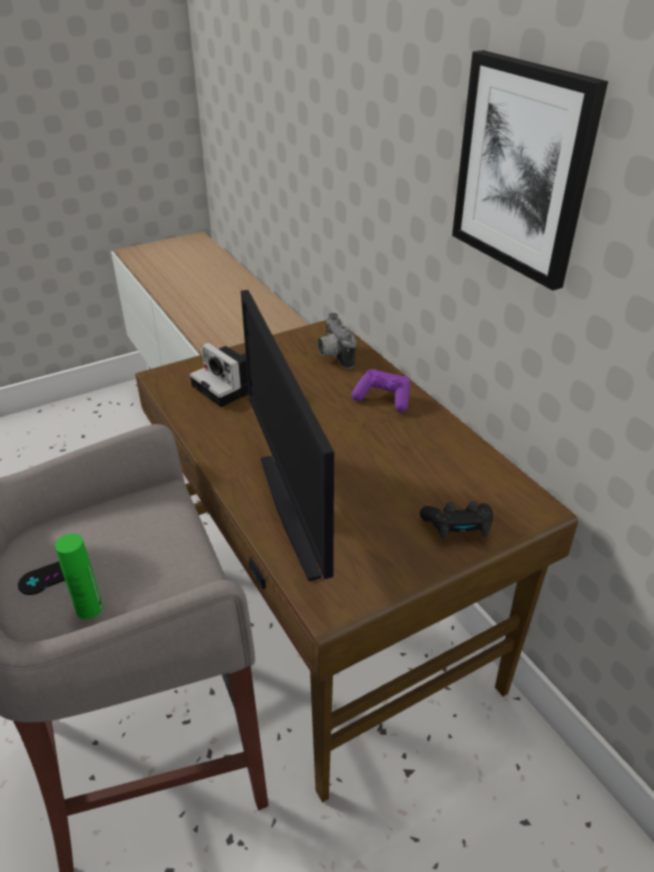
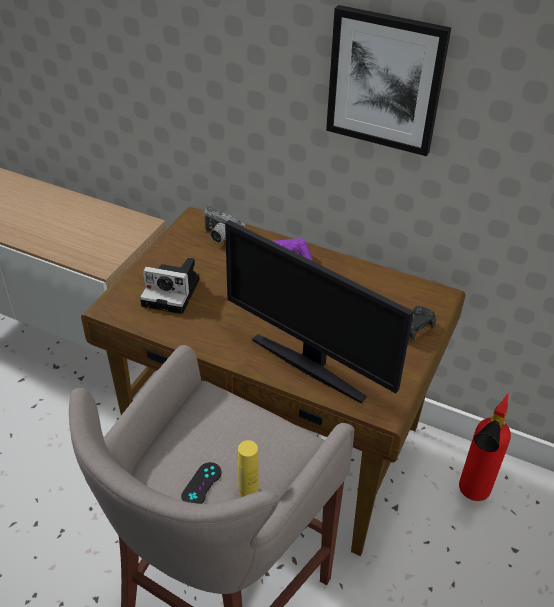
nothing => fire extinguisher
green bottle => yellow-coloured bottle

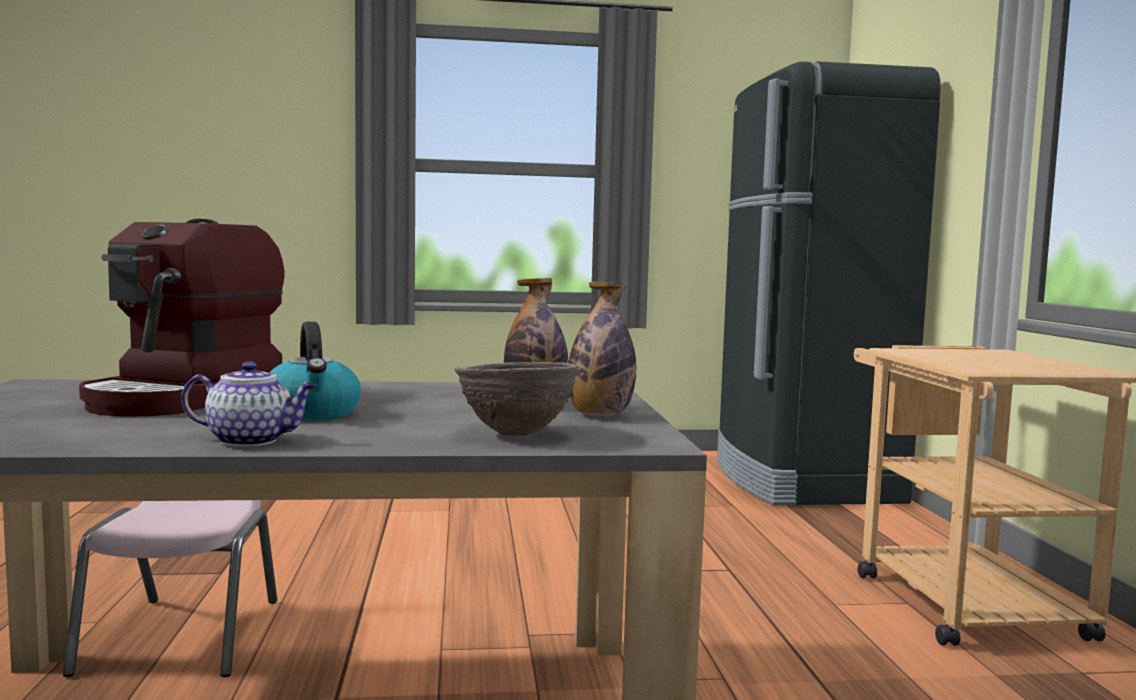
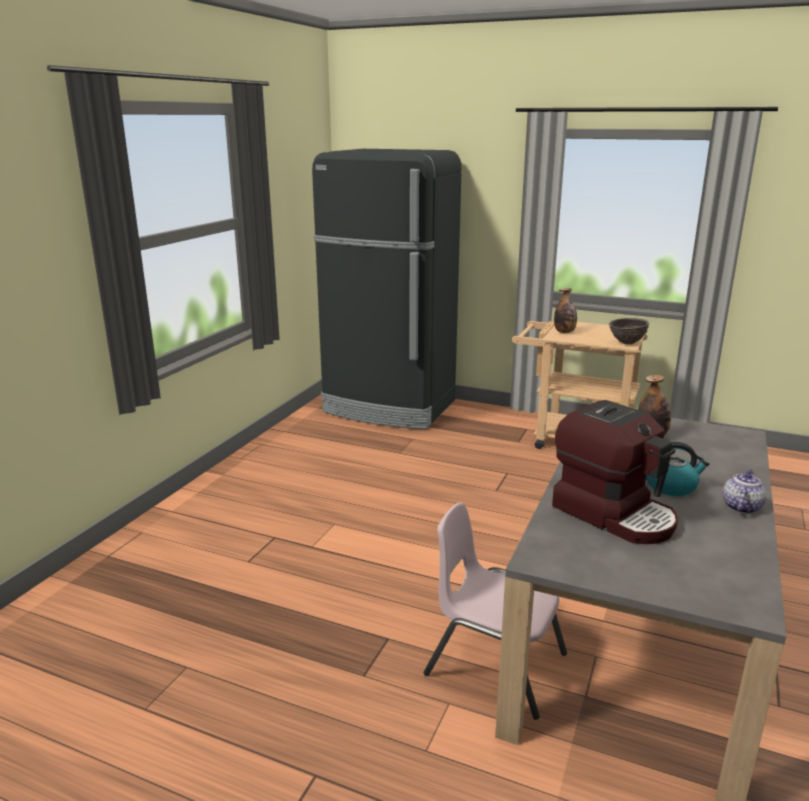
brown serving bowl, relocated
bottle (no. 2 from left in the first image) => bottle (no. 1 from left), relocated

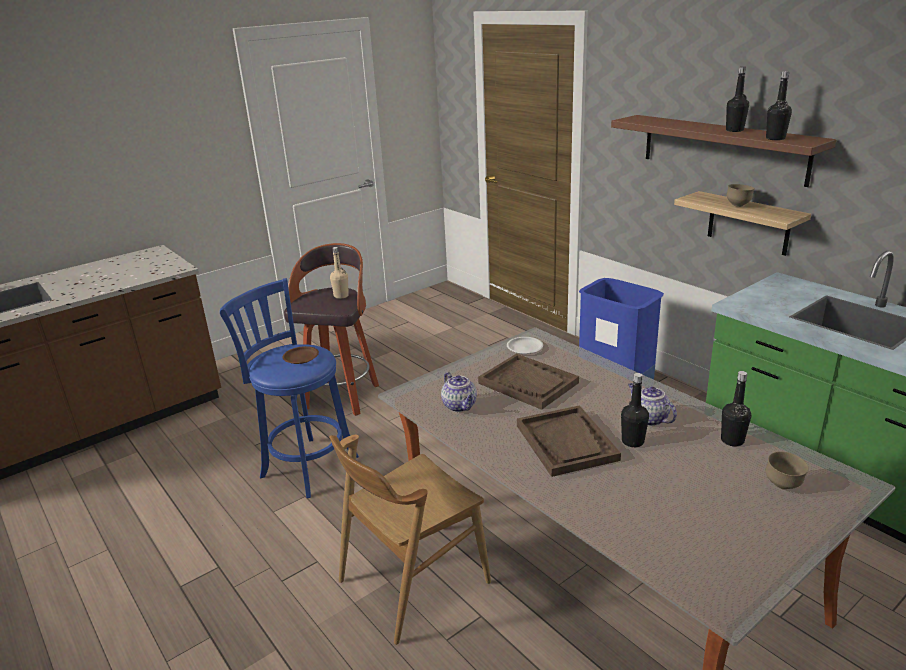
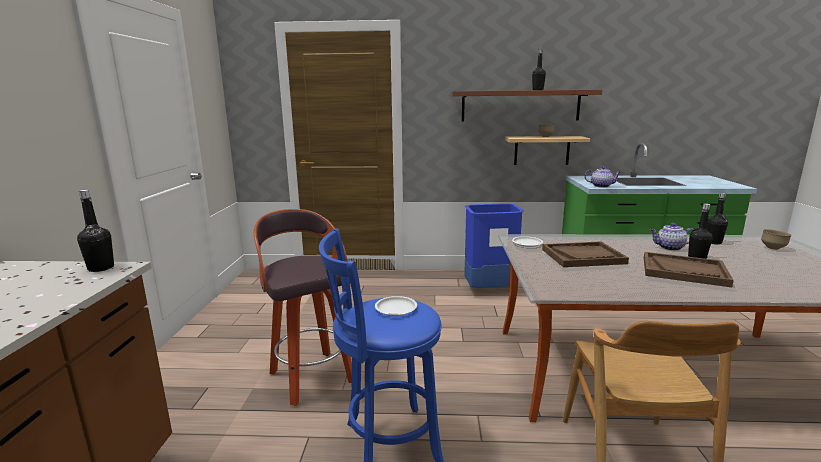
sand-coloured bottle => nothing
pot for tea (no. 1 from left), relocated
black bottle (no. 4 from left in the first image) => black bottle (no. 1 from left), relocated
brown dinner plate => white-coloured dinner plate (no. 1 from left)

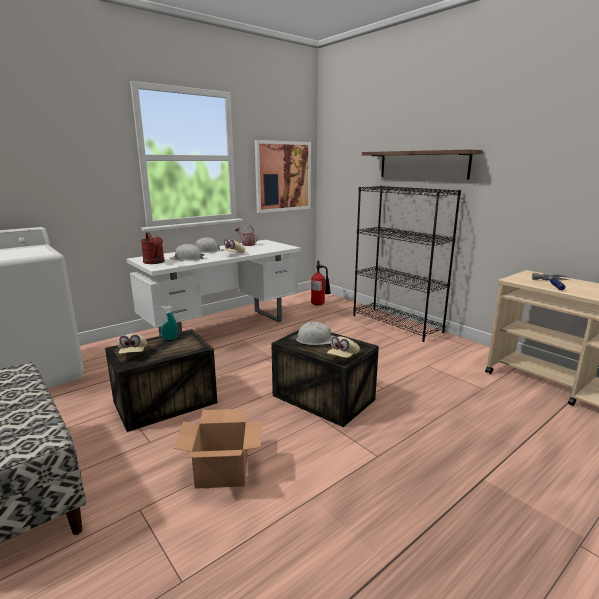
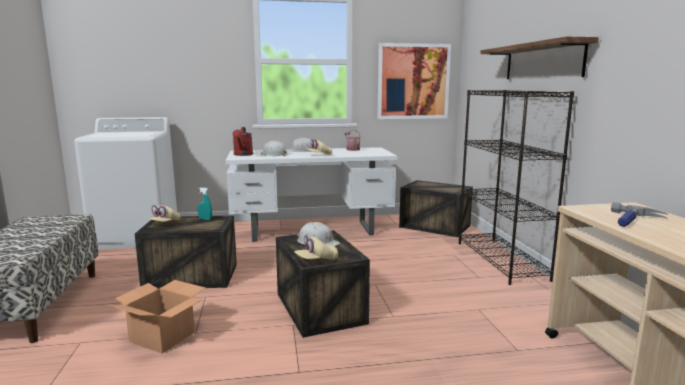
fire extinguisher => packing crate (no. 3 from left)

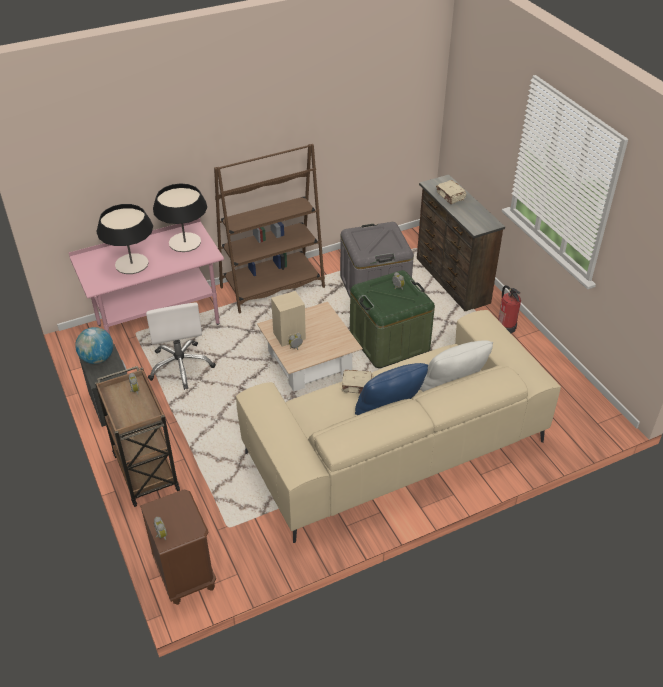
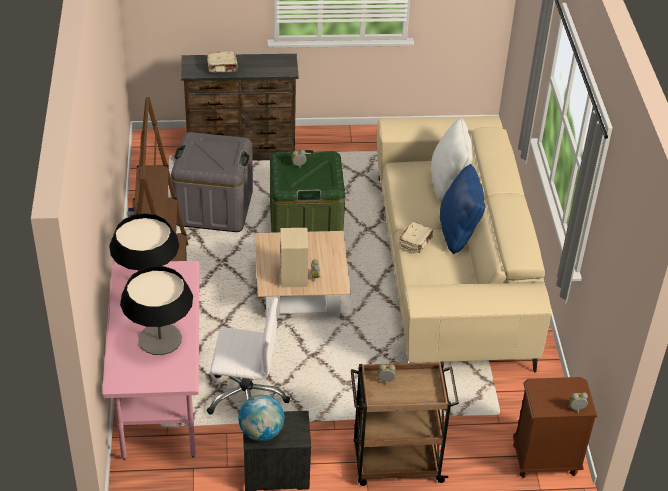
fire extinguisher => nothing

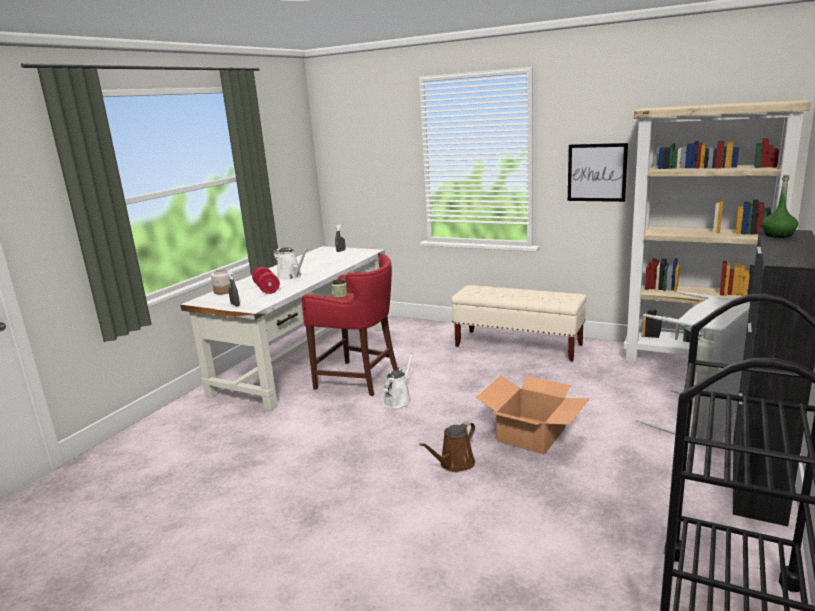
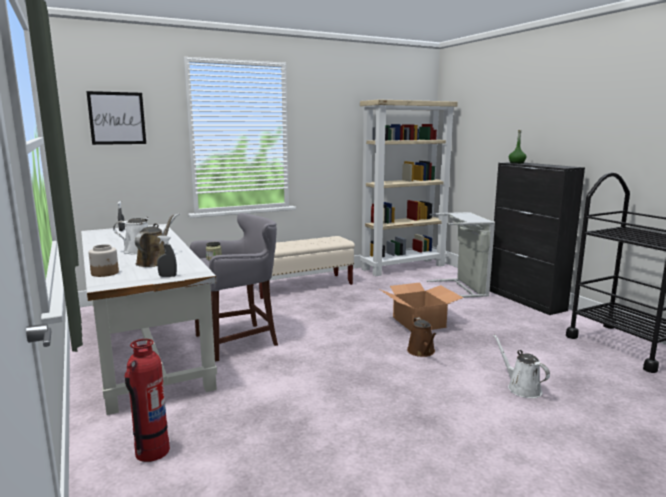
nothing => fire extinguisher
white-coloured watering pot (no. 2 from left), relocated
wall picture, relocated
red hand weight => brown watering pot (no. 1 from left)
red stool seat => gray stool seat

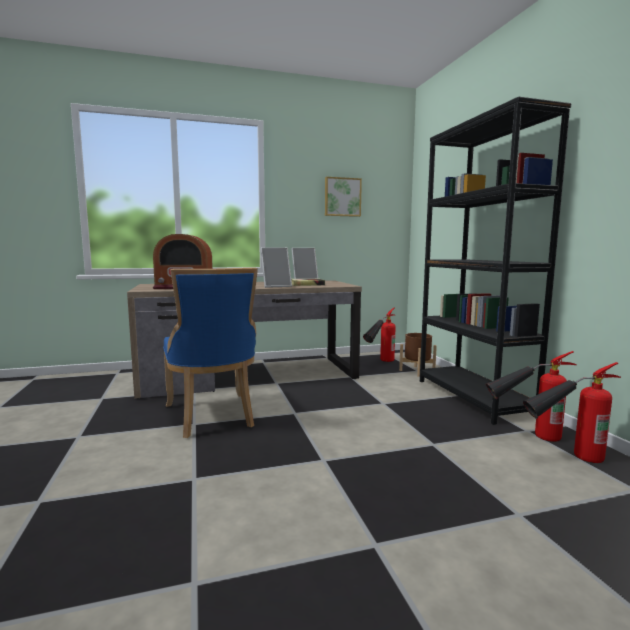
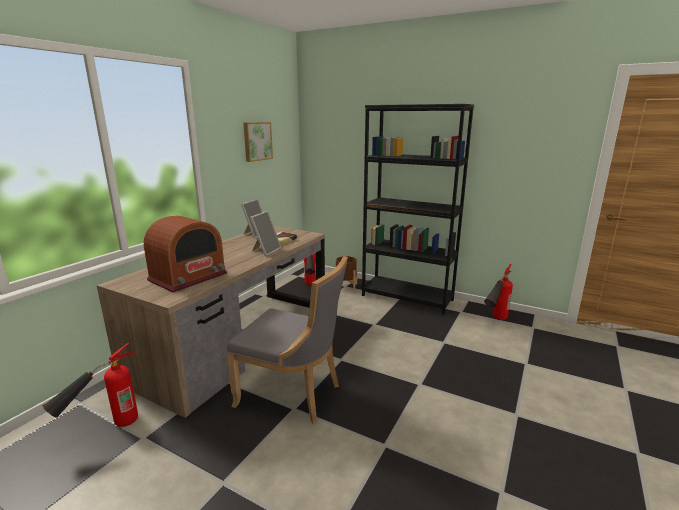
fire extinguisher (no. 2 from left in the first image) => fire extinguisher (no. 1 from left), relocated
blue chair => gray chair

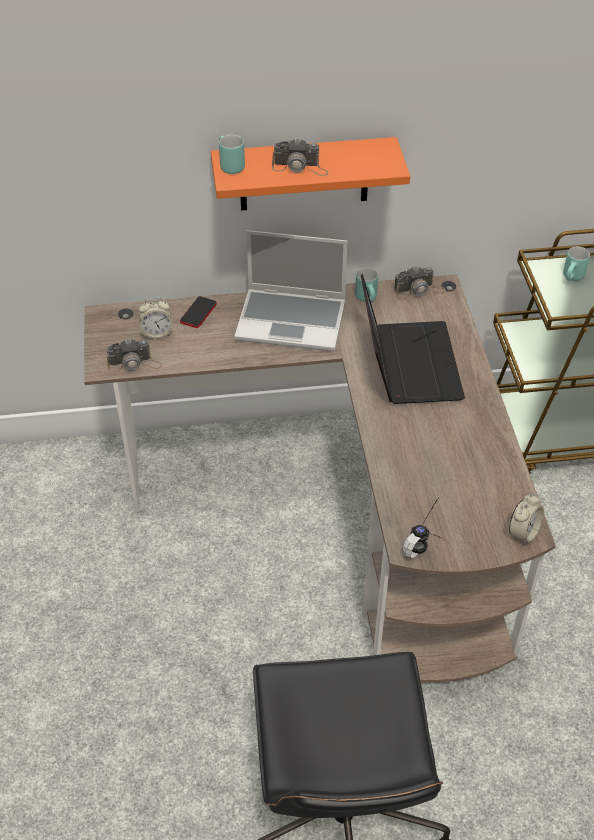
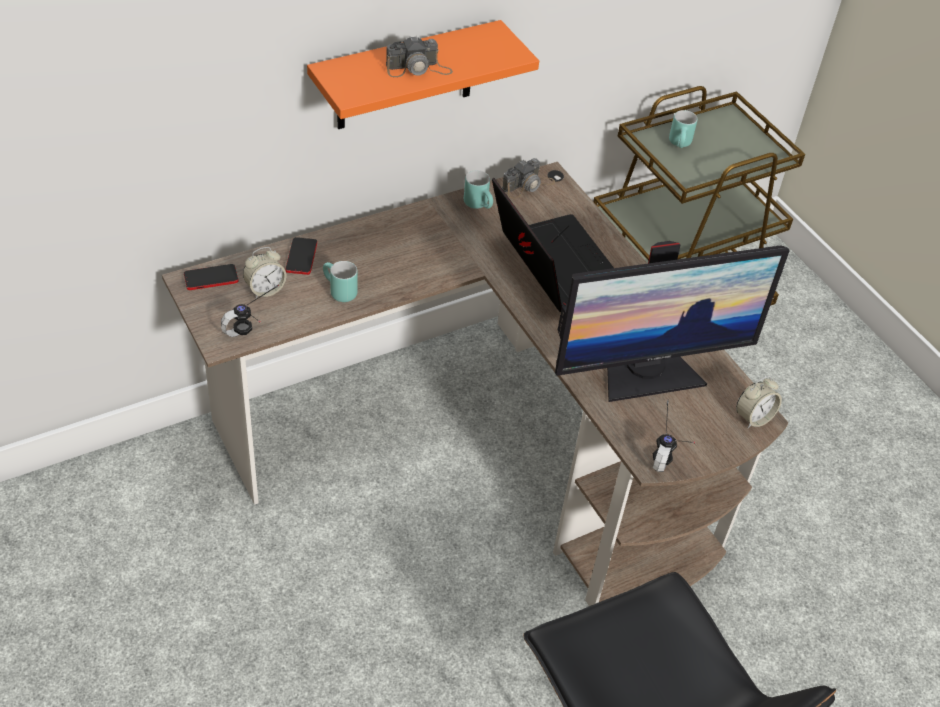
notebook computer (no. 1 from left) => nothing
nothing => handset (no. 1 from left)
nothing => computer screen
turquoise mug (no. 1 from left), relocated
still camera (no. 1 from left) => headphones (no. 1 from left)
alarm clock (no. 2 from left), 45 degrees clockwise

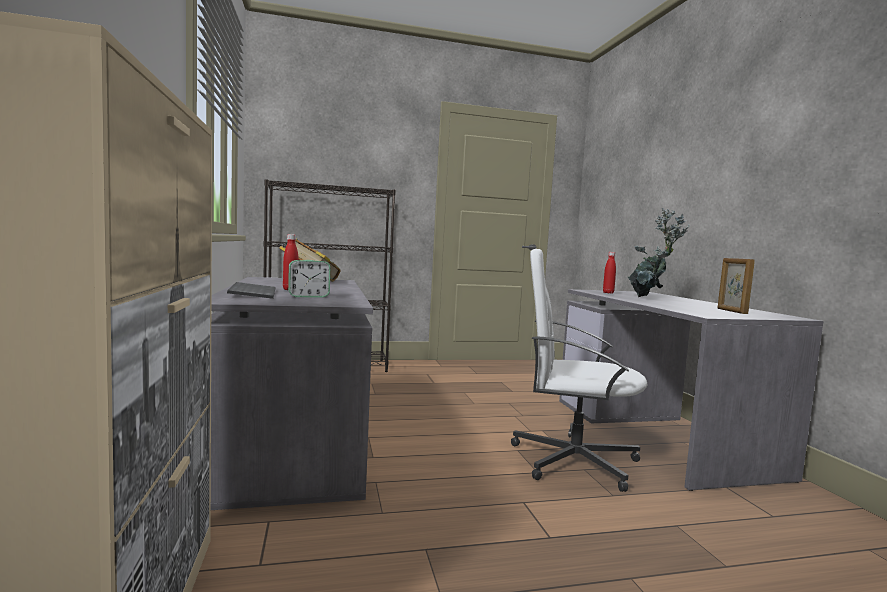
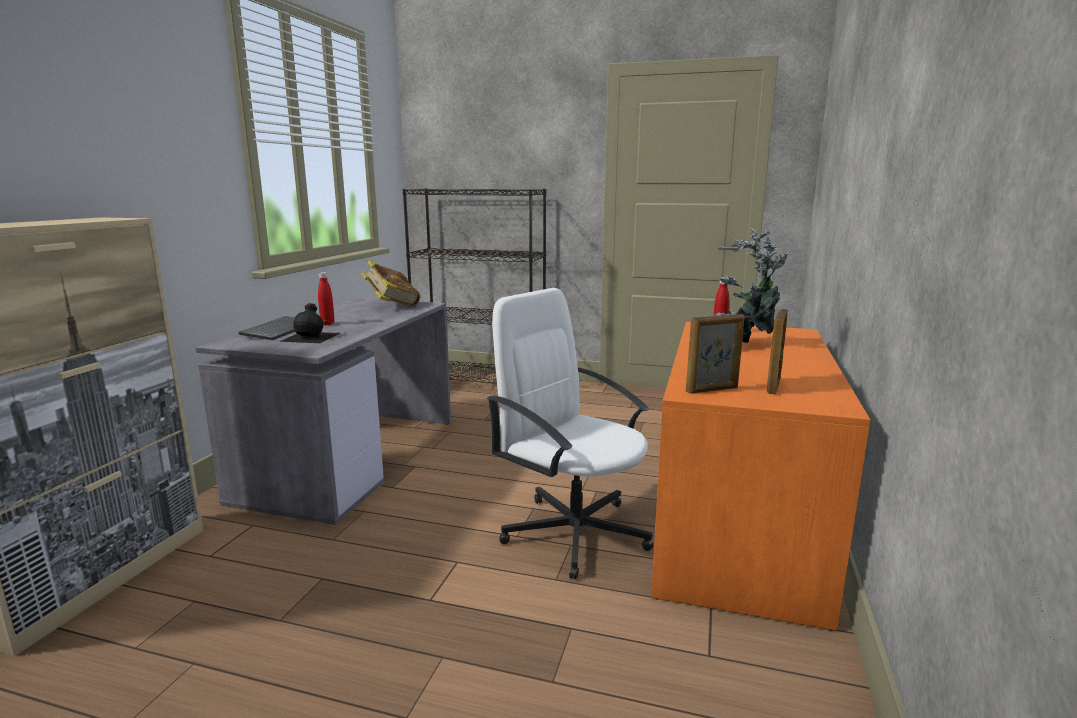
nothing => standing frame (no. 1 from left)
alarm clock => black bottle
gray desk unit (no. 2 from left) => orange-coloured desk unit

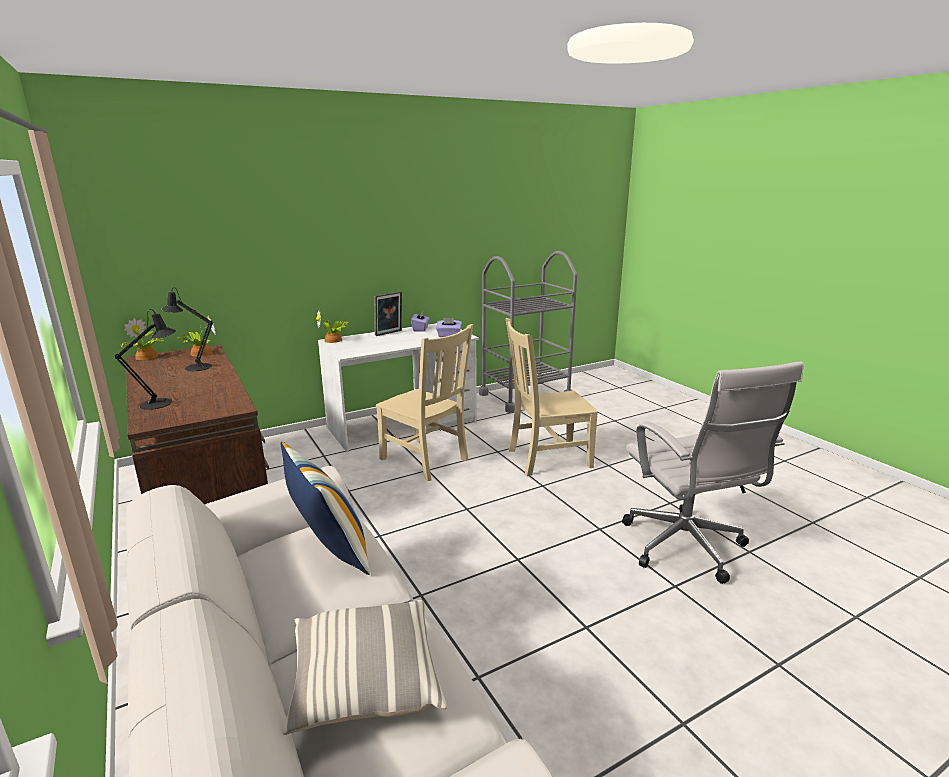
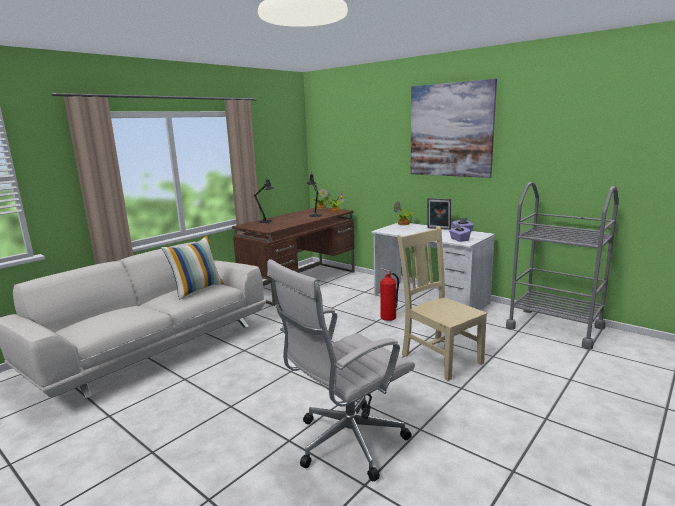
pillow (no. 2 from left) => nothing
nothing => wall picture
sand-coloured chair (no. 1 from left) => fire extinguisher

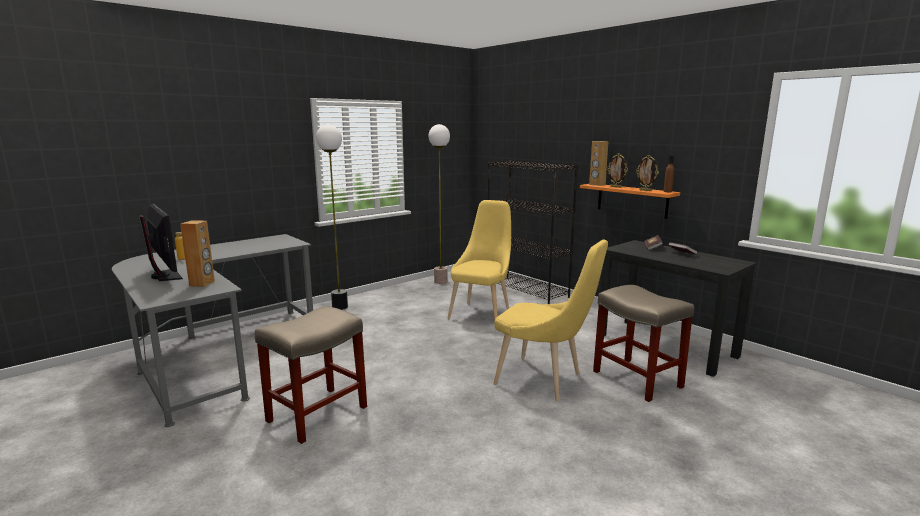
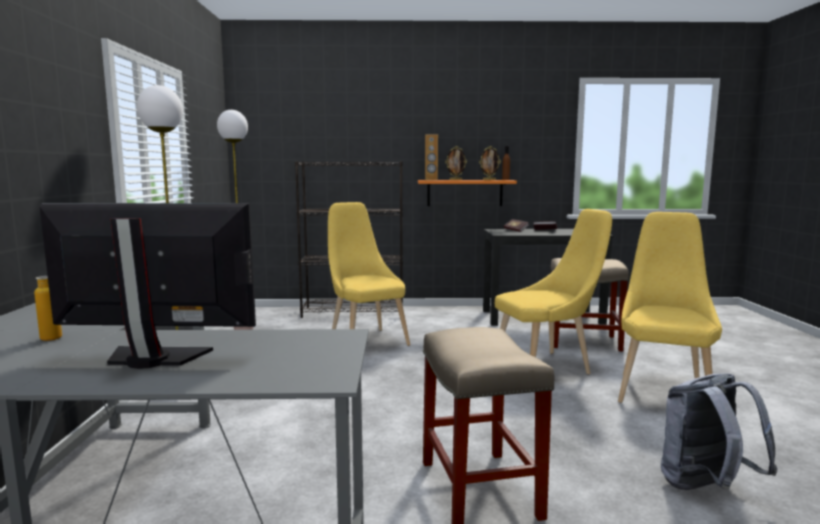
brown audio speaker (no. 1 from left) => nothing
nothing => yellow-coloured chair (no. 3 from left)
nothing => gray backpack

